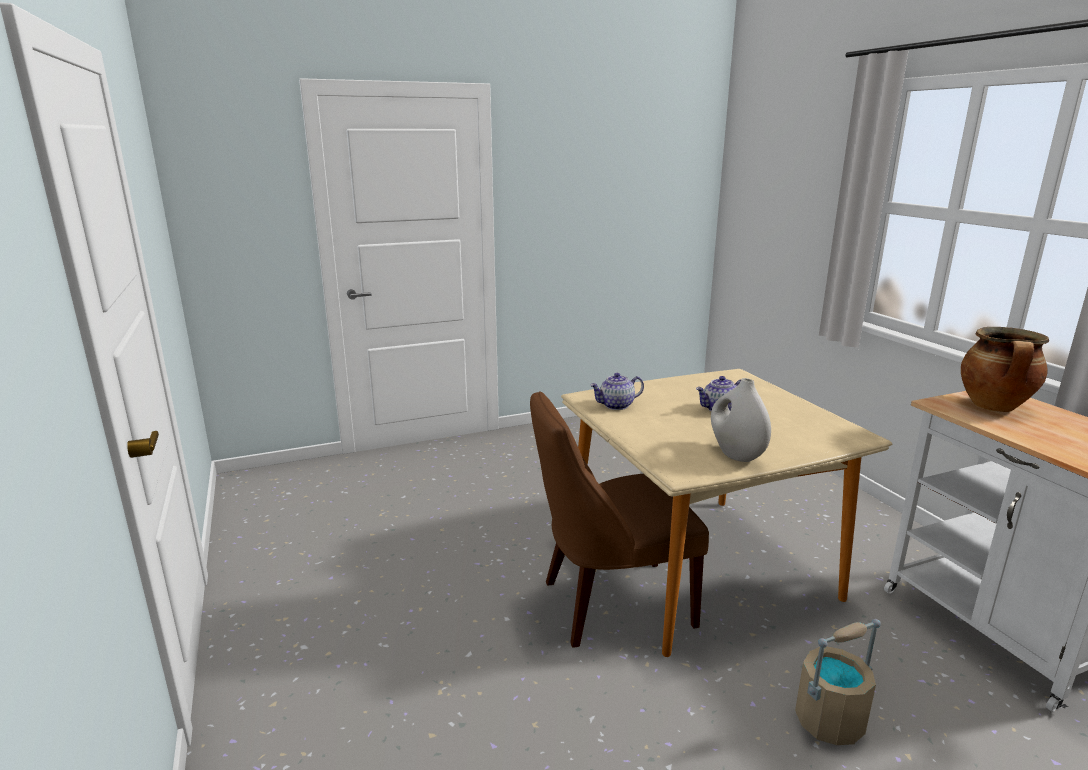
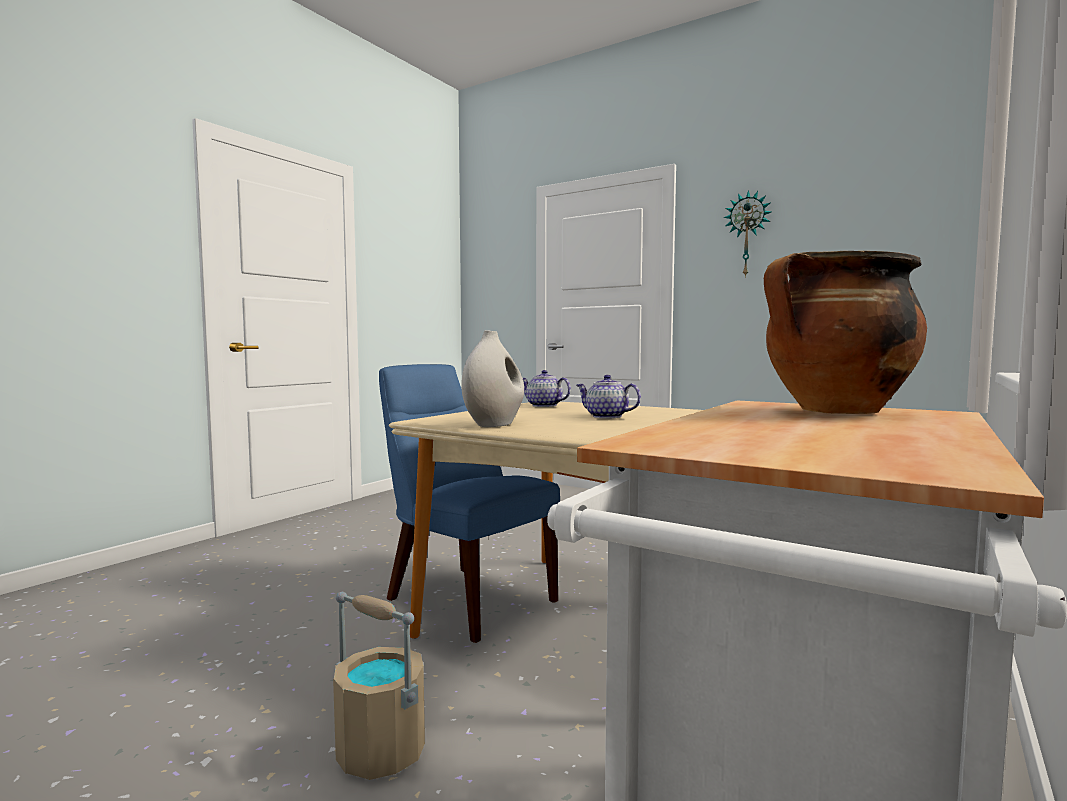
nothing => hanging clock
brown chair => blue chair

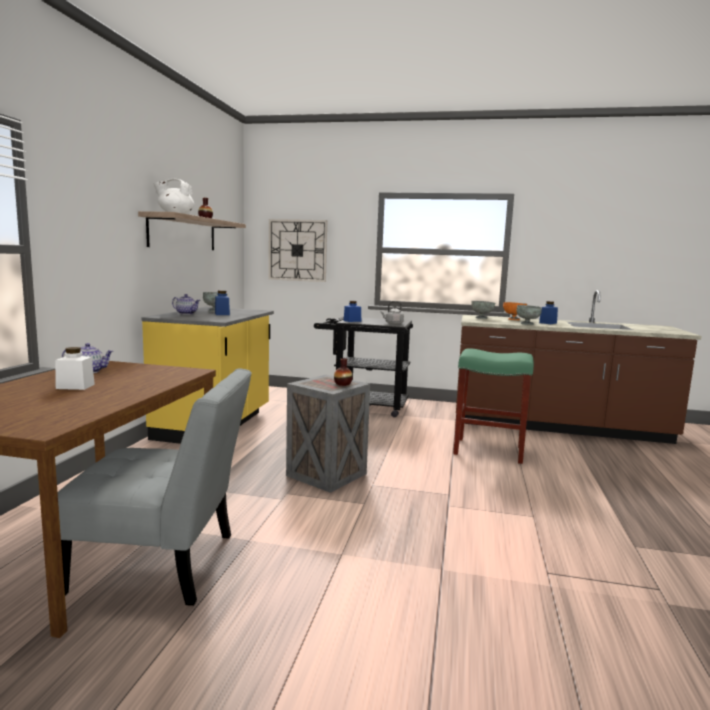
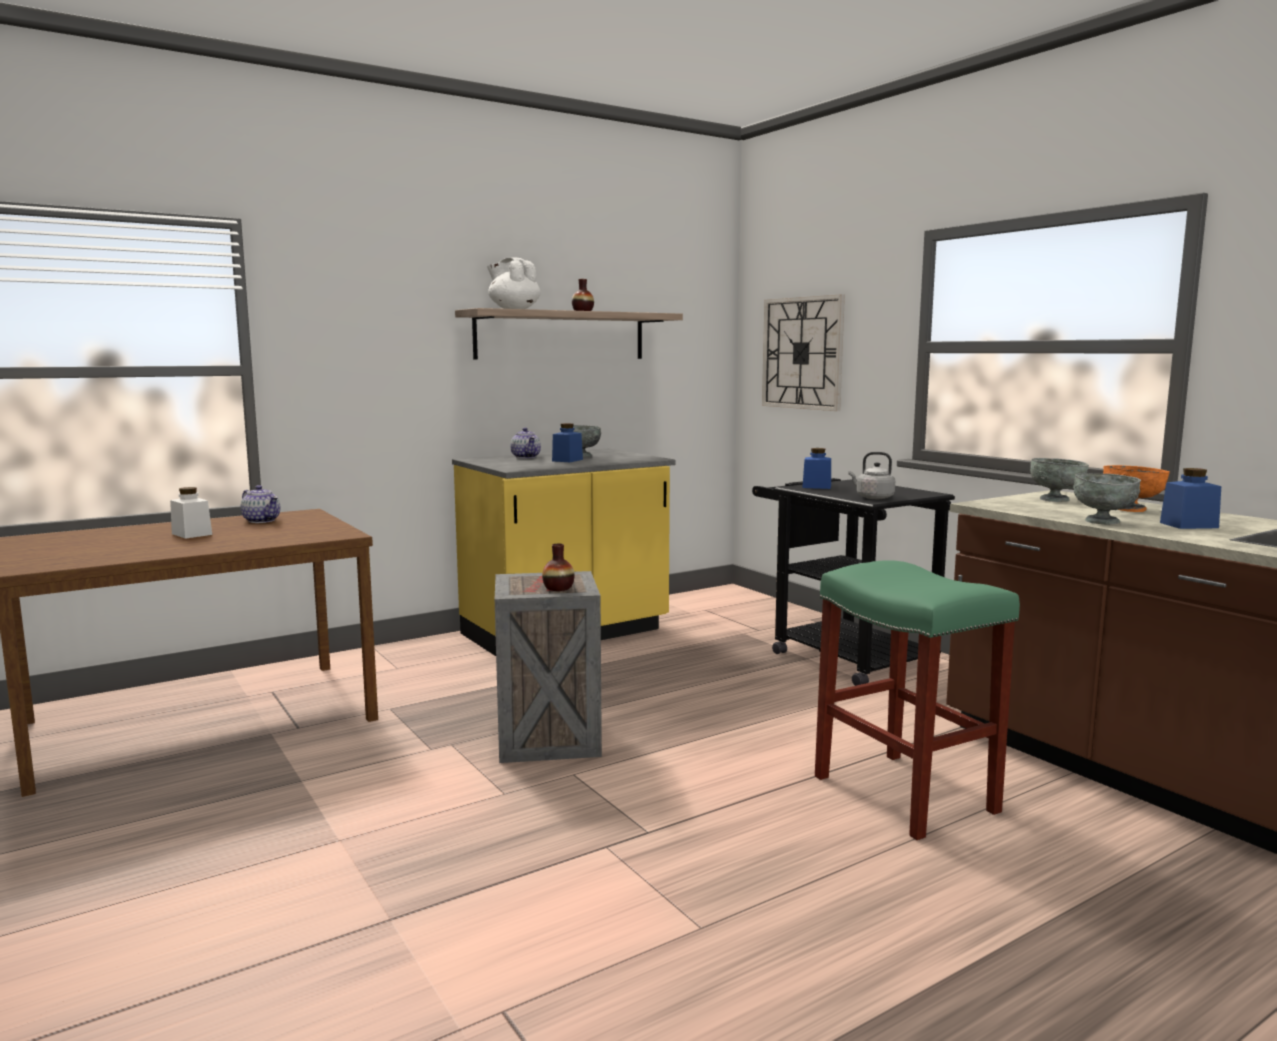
gray chair => nothing

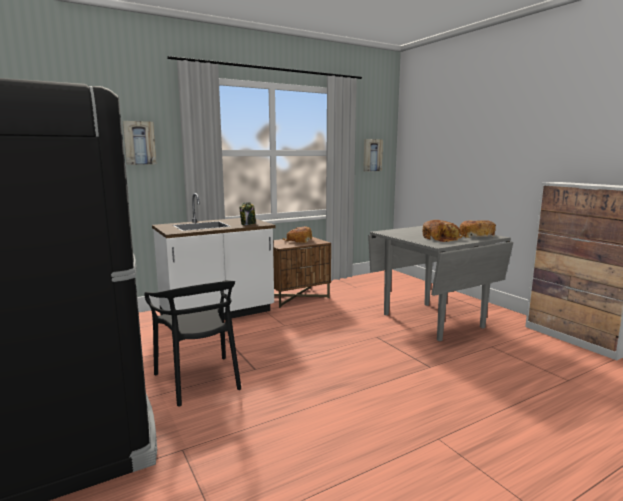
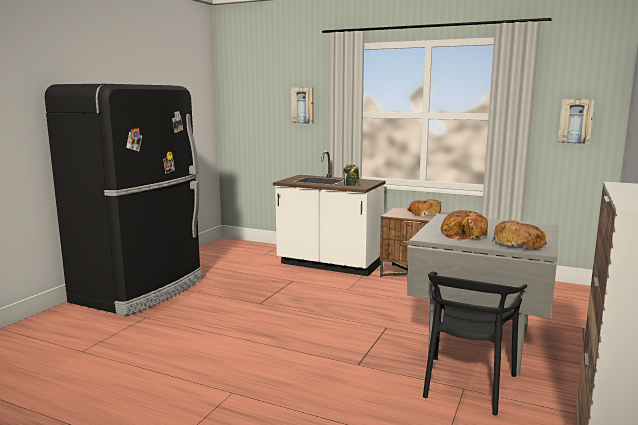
black chair, relocated

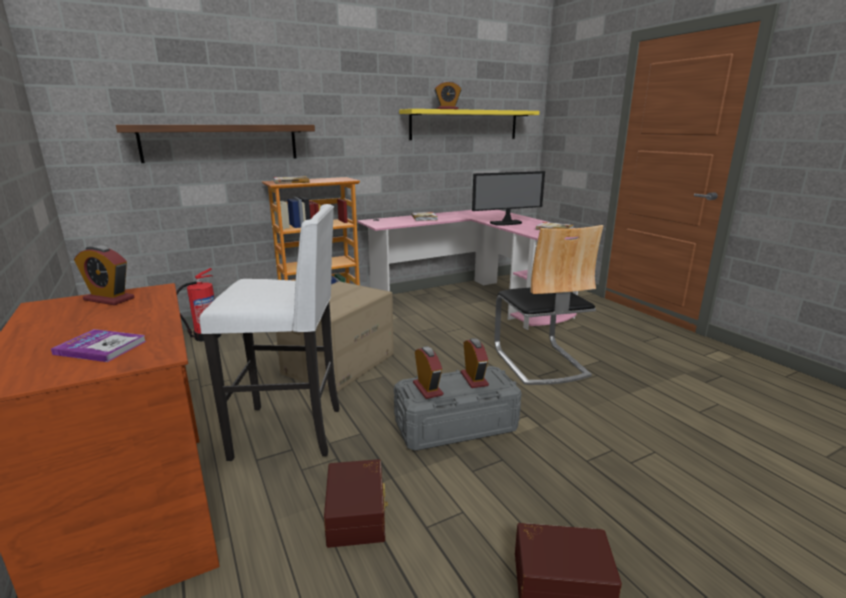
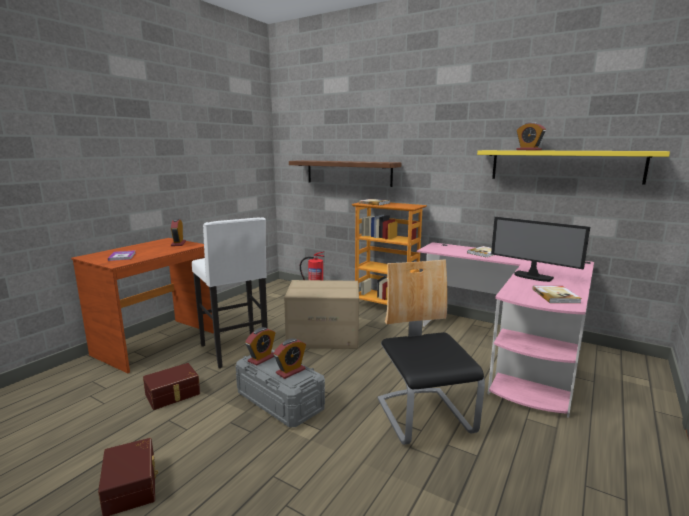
chair, 120 degrees clockwise

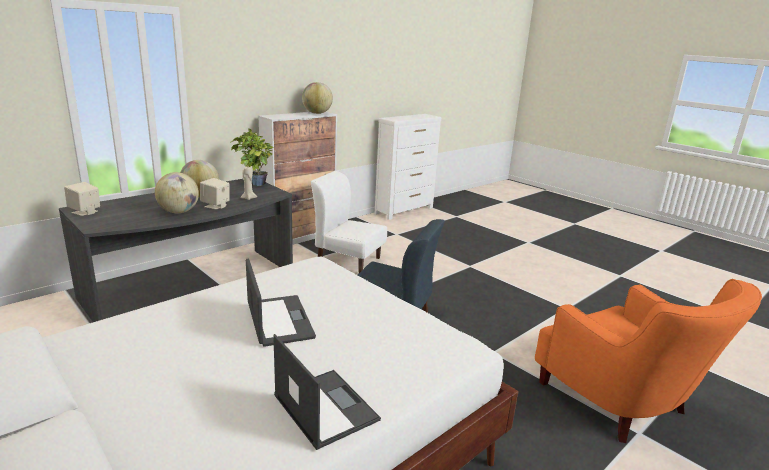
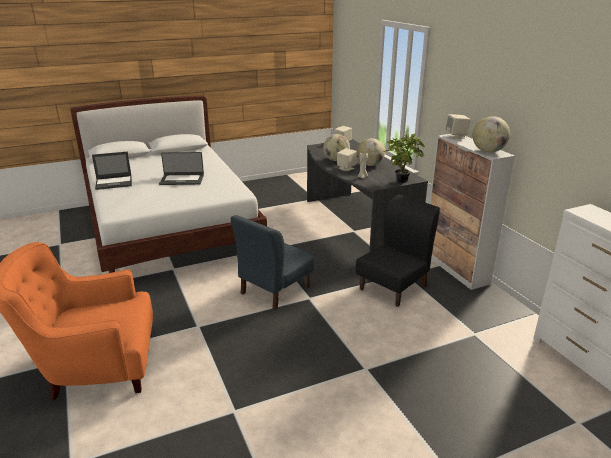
nothing => sand-coloured audio speaker (no. 3 from left)
white-coloured chair => black chair

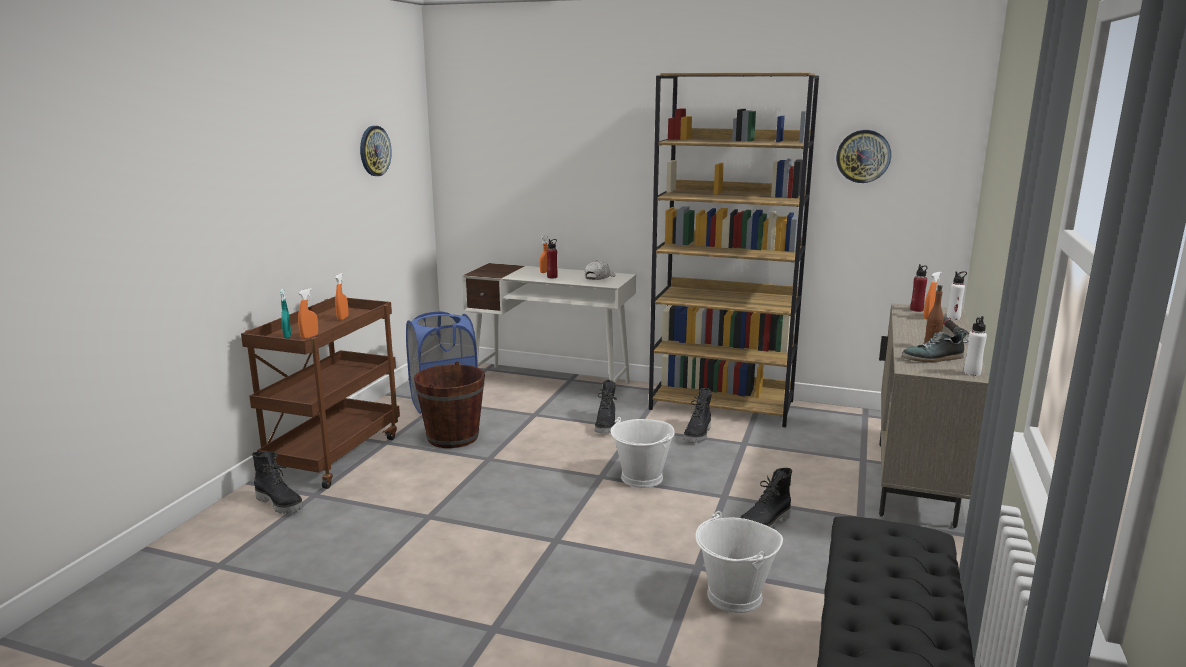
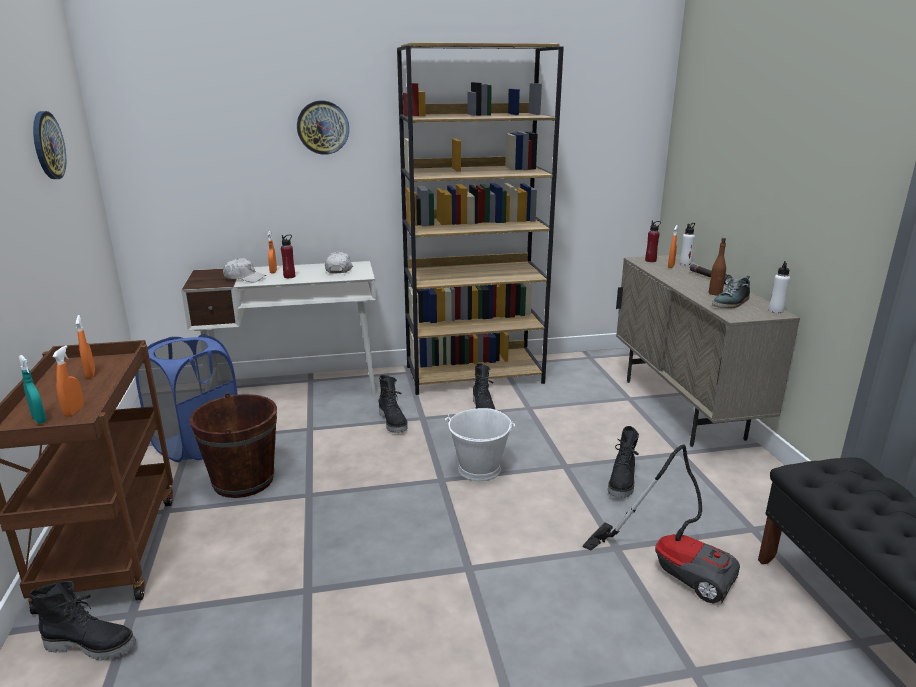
nothing => white-coloured baseball cap (no. 1 from left)
hanging clock (no. 2 from left), relocated
white-coloured water bucket (no. 2 from left) => vacuum

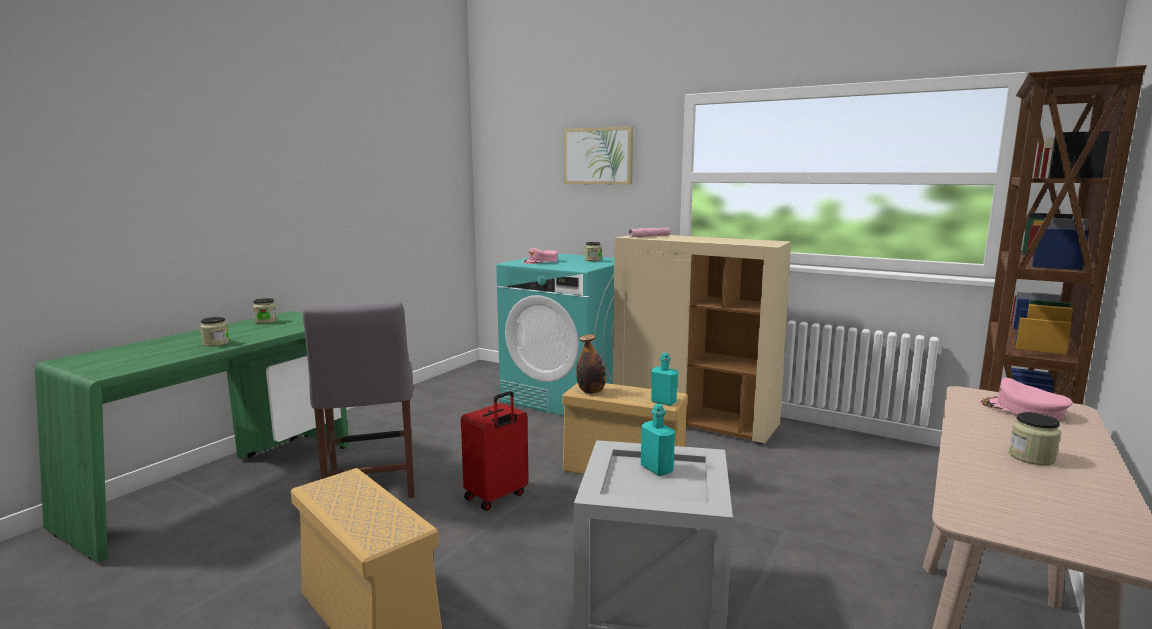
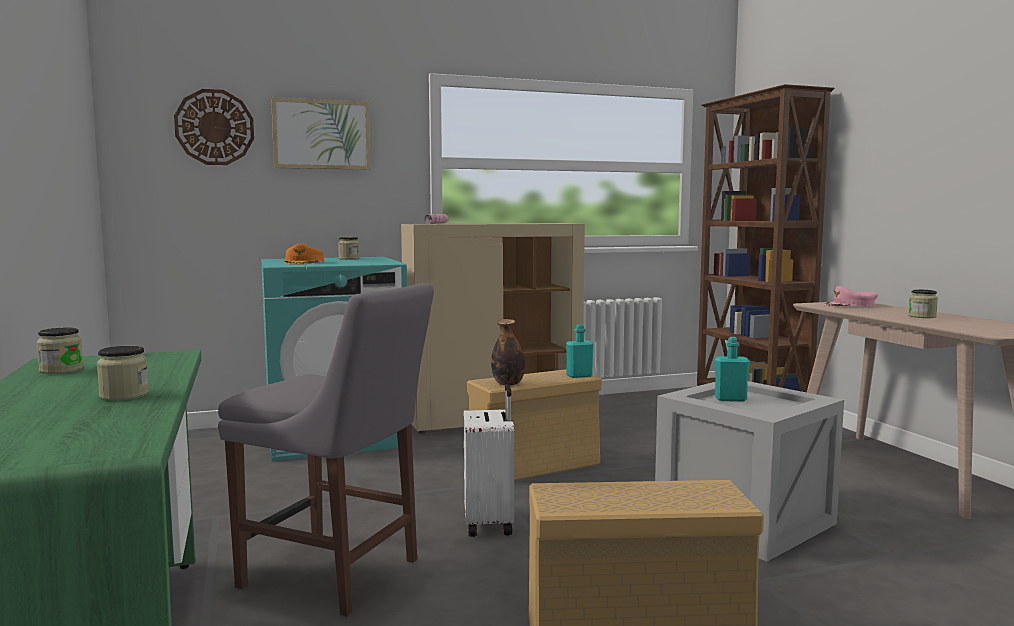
nothing => hanging clock
red suitcase => white-coloured suitcase
pink-coloured baseball cap (no. 1 from left) => orange-coloured baseball cap

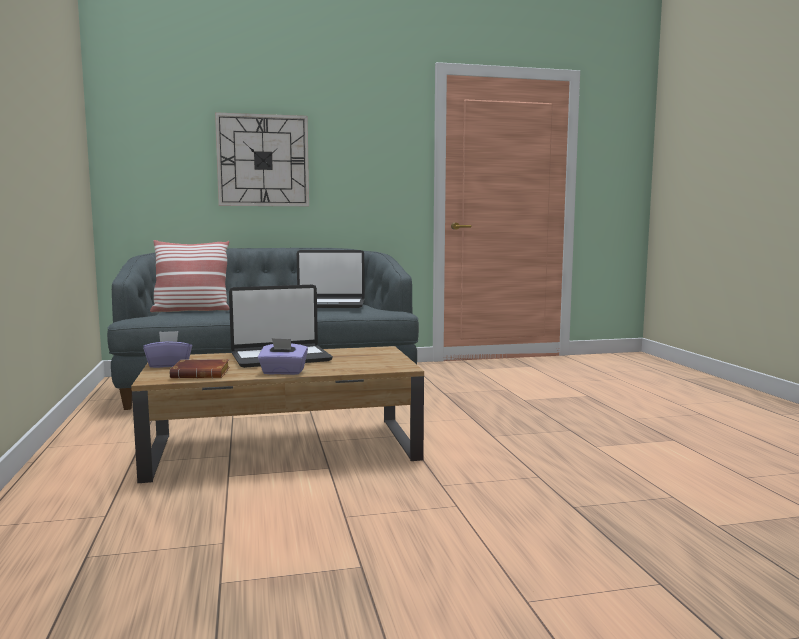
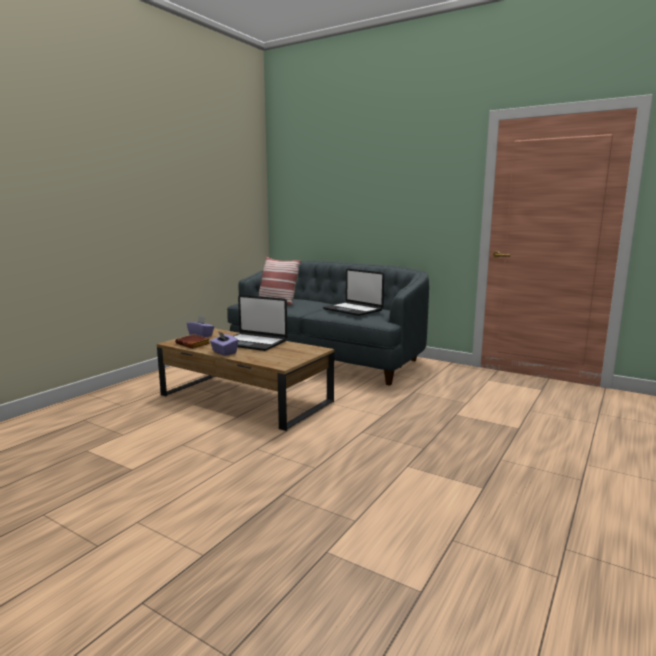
hanging clock => nothing

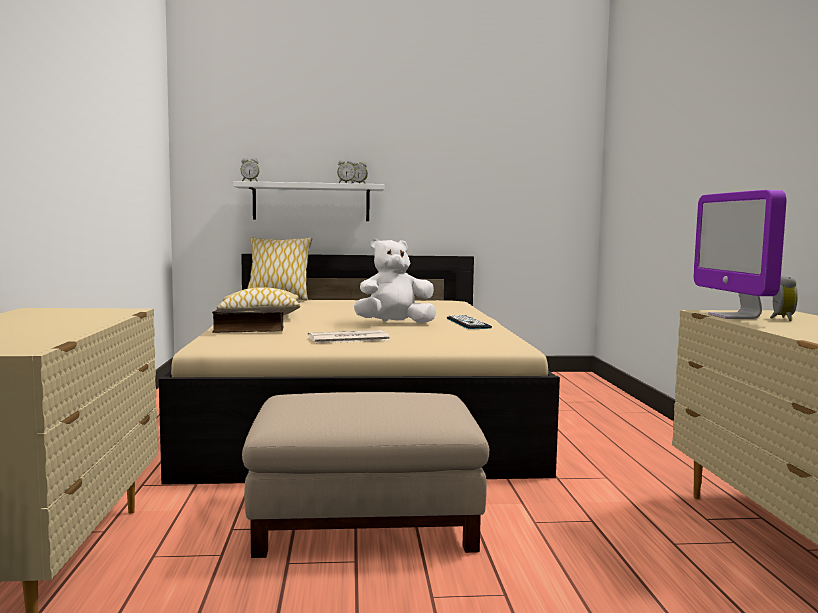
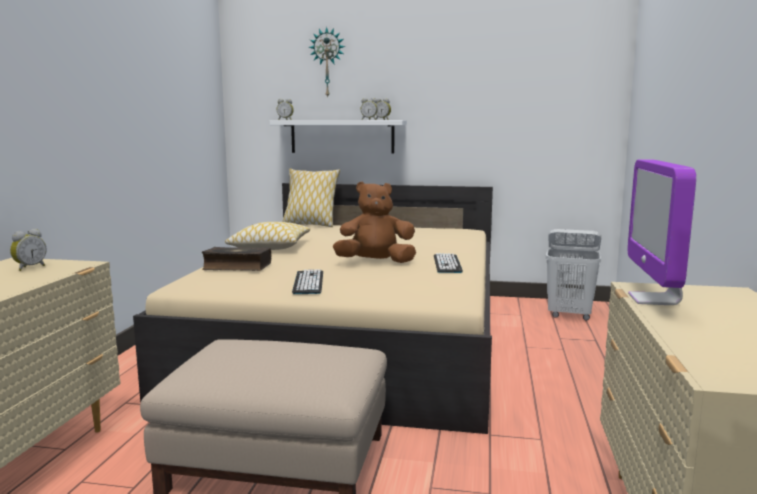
nothing => hanging clock
nothing => white-coloured hamper
alarm clock (no. 4 from left in the first image) => alarm clock (no. 1 from left), relocated
printed paper => keyboard (no. 1 from left)
white-coloured plush toy => brown plush toy

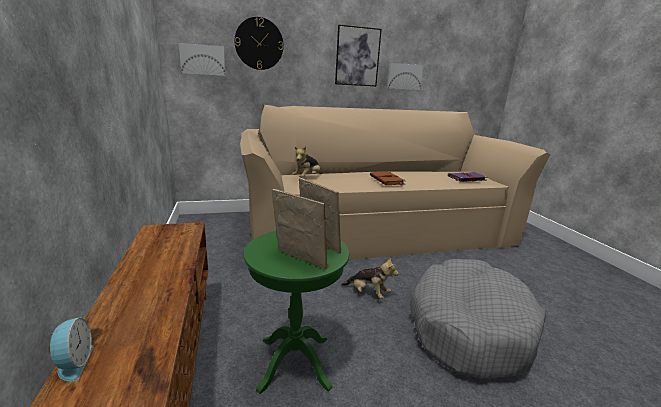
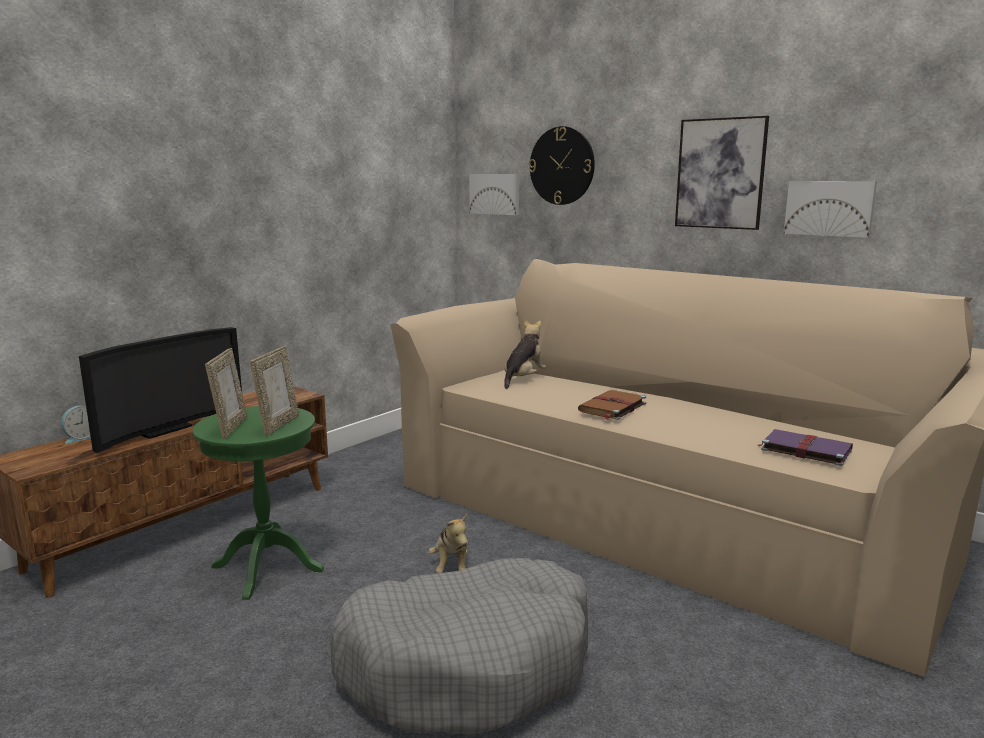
nothing => TV
plush toy (no. 1 from left in the first image) => plush toy (no. 2 from left), 120 degrees clockwise

